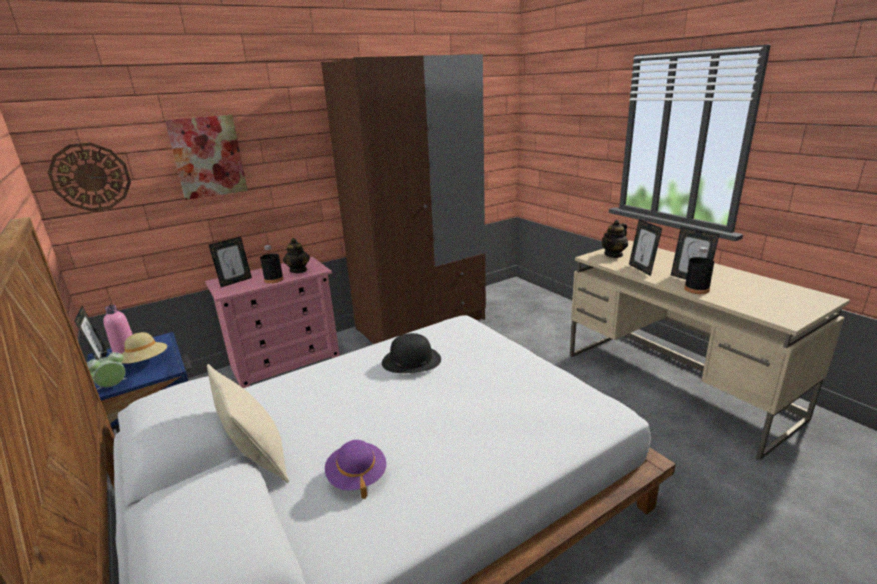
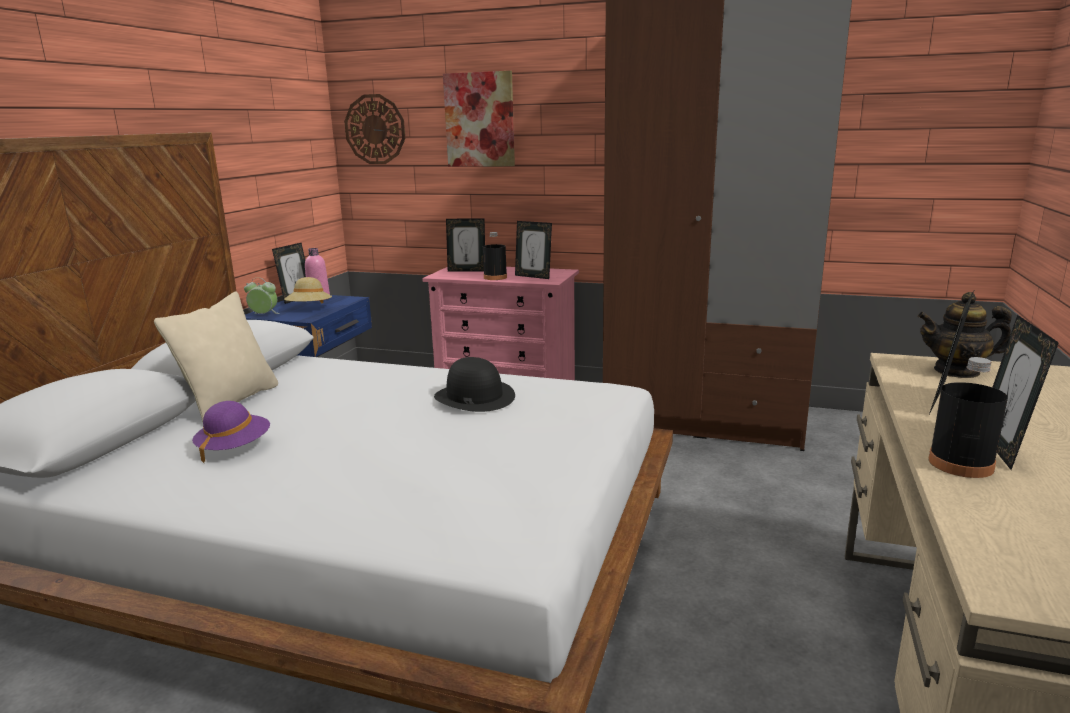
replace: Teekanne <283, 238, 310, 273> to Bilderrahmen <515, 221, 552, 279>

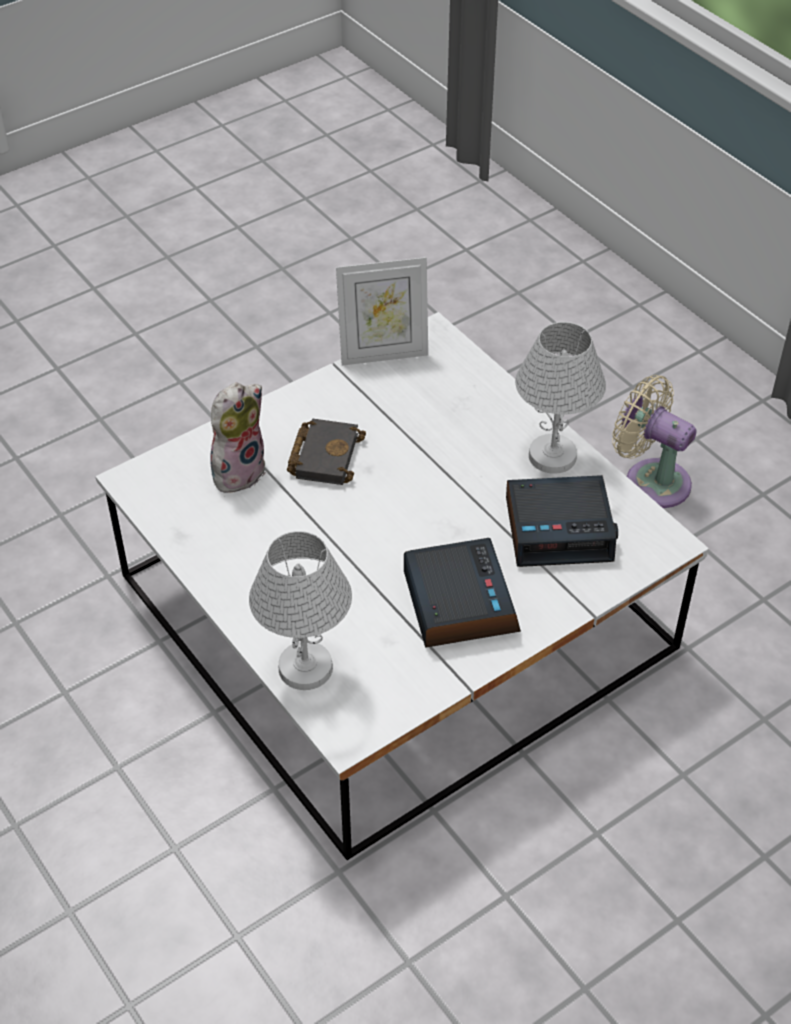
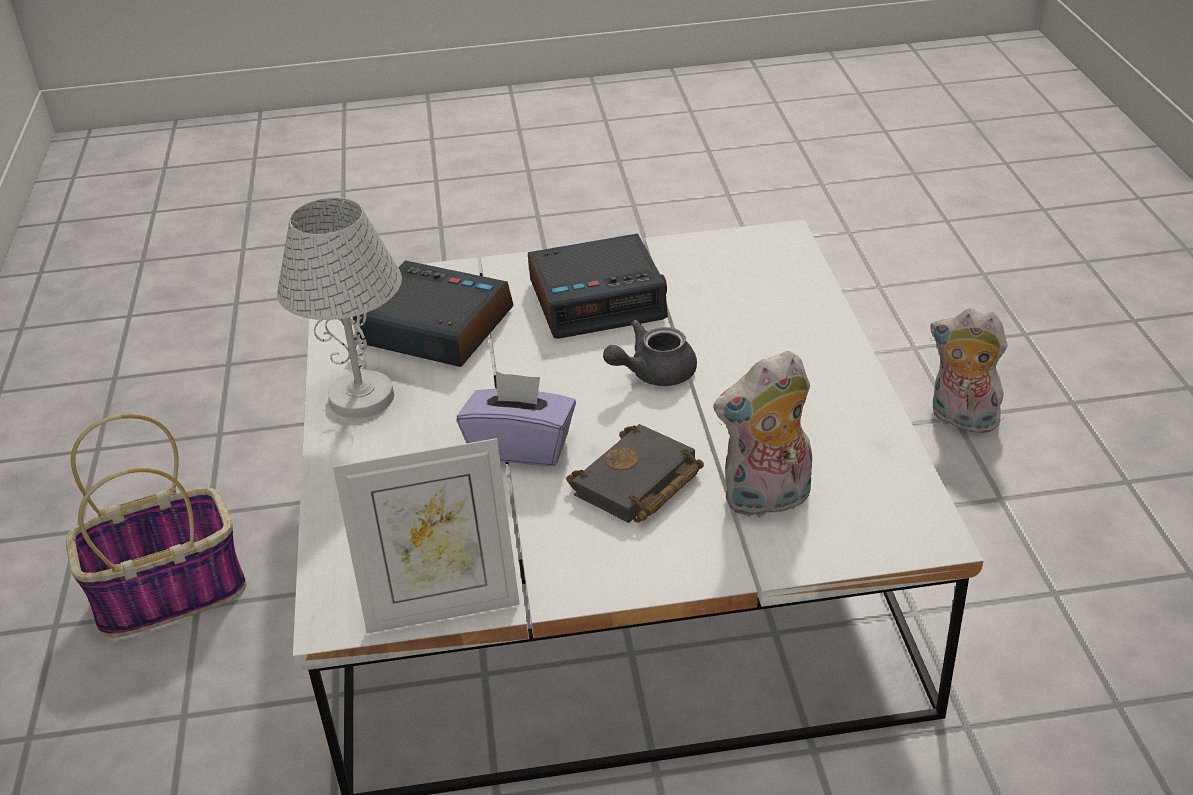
delete: Tischlampe [weiß] <249, 531, 352, 690>
insert: Taschentuchbox [lila] <457, 371, 576, 466>; Teekanne [grau] <603, 320, 697, 386>; Plüschtier <930, 308, 1008, 436>
replace: Ventilator [beige] <612, 375, 696, 508> to Korb <66, 414, 246, 638>
rotate: Bilderrahmen <336, 257, 428, 366> = <333, 438, 520, 633> 150 degrees clockwise; Wecker <404, 538, 521, 648> = <528, 234, 668, 339> 120 degrees counterclockwise

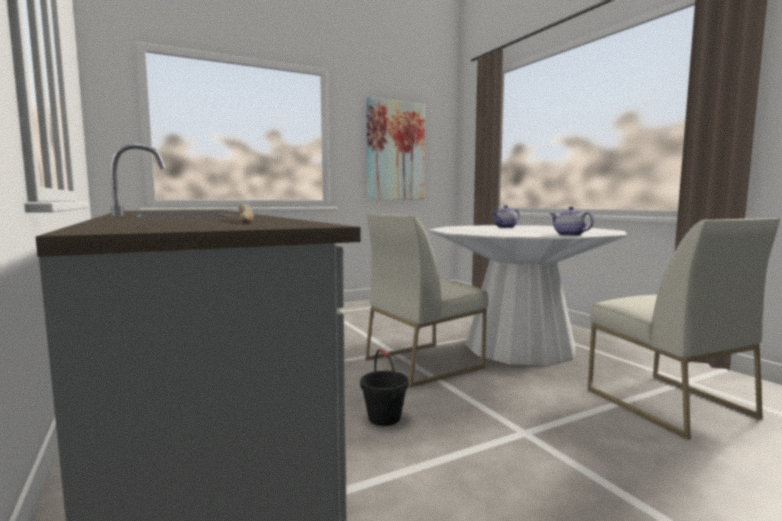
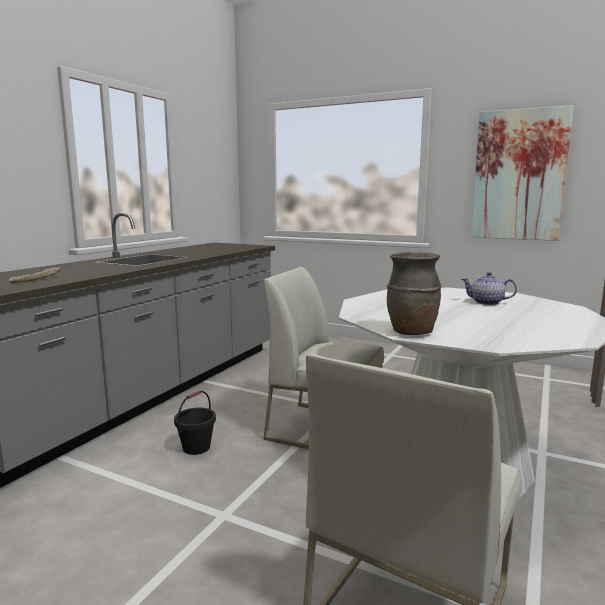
replace: Teekanne <550, 206, 594, 236> to Vase [braun] <387, 252, 441, 335>

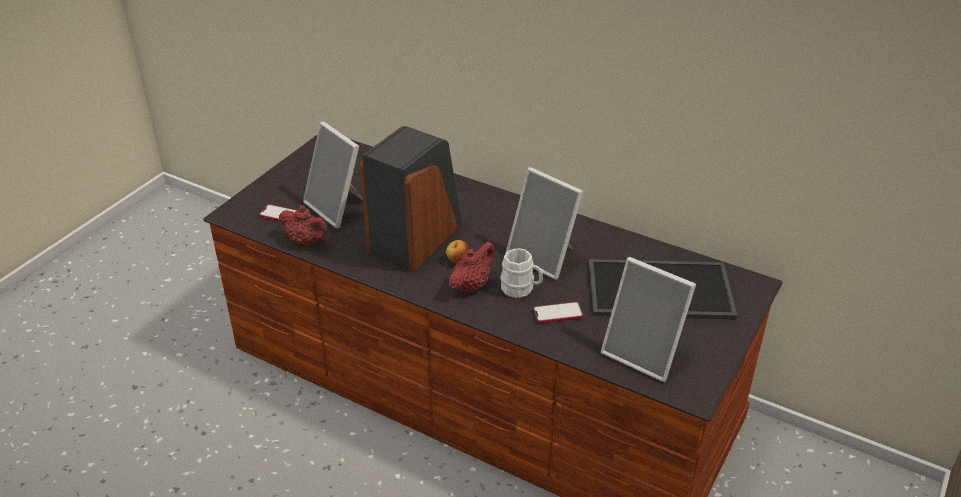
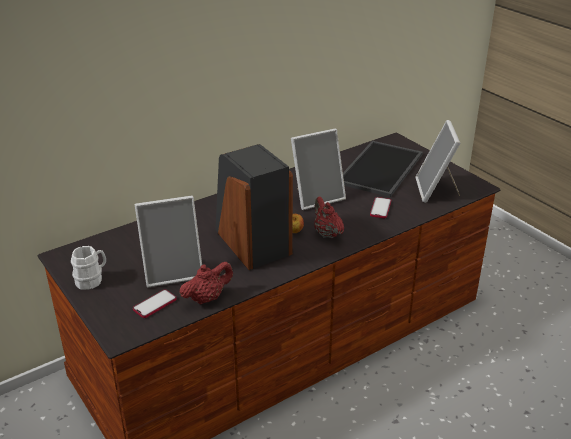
move: Henkelbecher [weiß] <500, 248, 543, 298> to <71, 246, 106, 290>
rotate: Bilderrahmen <601, 257, 696, 382> = <415, 120, 460, 203> 120 degrees clockwise

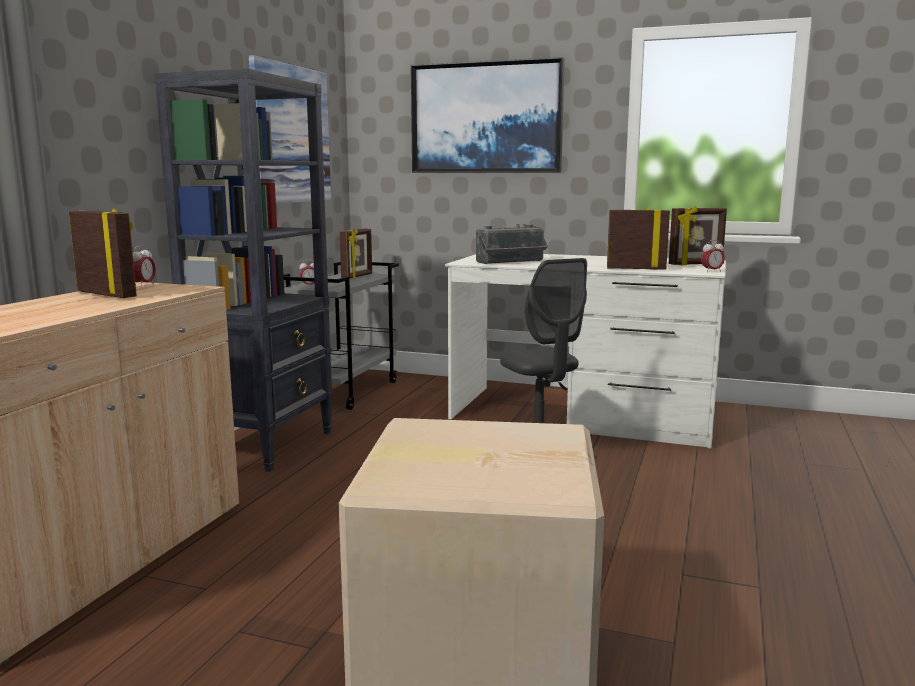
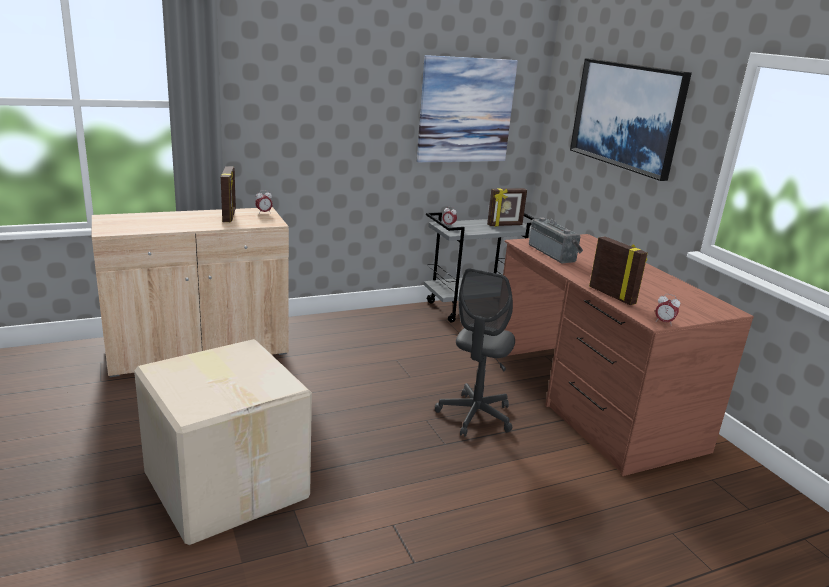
delete: Bücherregal [schwarz] <155, 68, 333, 472>; Bilderrahmen <669, 206, 727, 265>
recolor: Schreibtisch [weiß] <445, 254, 726, 449> to Schreibtisch [braun] <503, 234, 754, 476>
rotate: Radio <476, 224, 548, 264> = <529, 217, 583, 263> 135 degrees counterclockwise

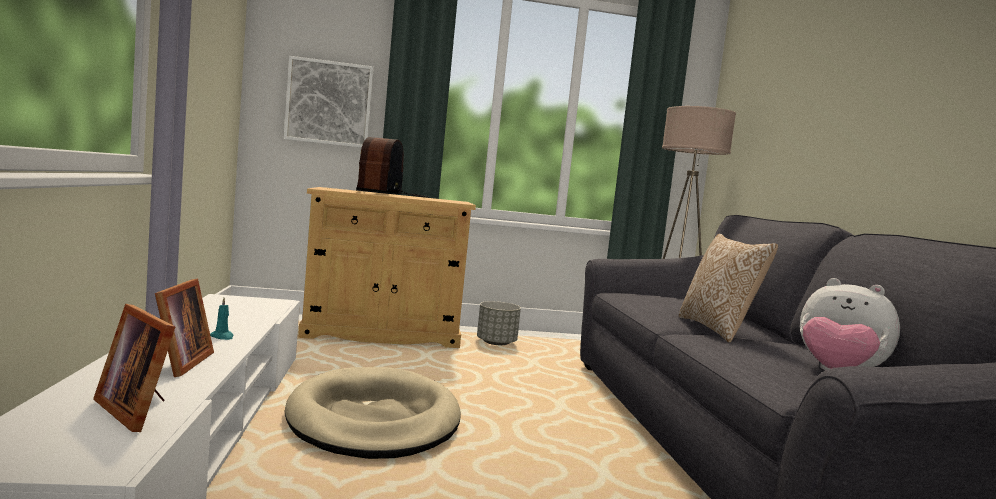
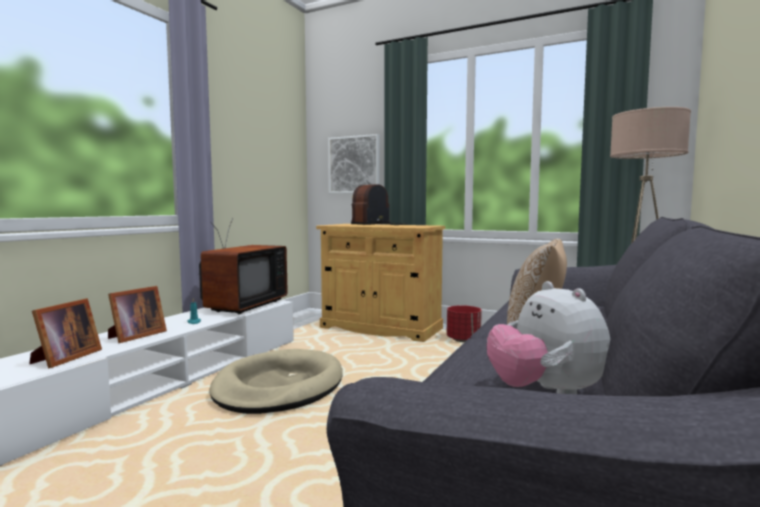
insert: Fernseher <199, 218, 288, 314>
recolor: Pflanzkübel [grau] <477, 301, 521, 345> to Pflanzkübel [rot] <447, 305, 482, 342>
rotate: Bilderrahmen <93, 304, 175, 432> = <29, 298, 102, 368> 150 degrees counterclockwise

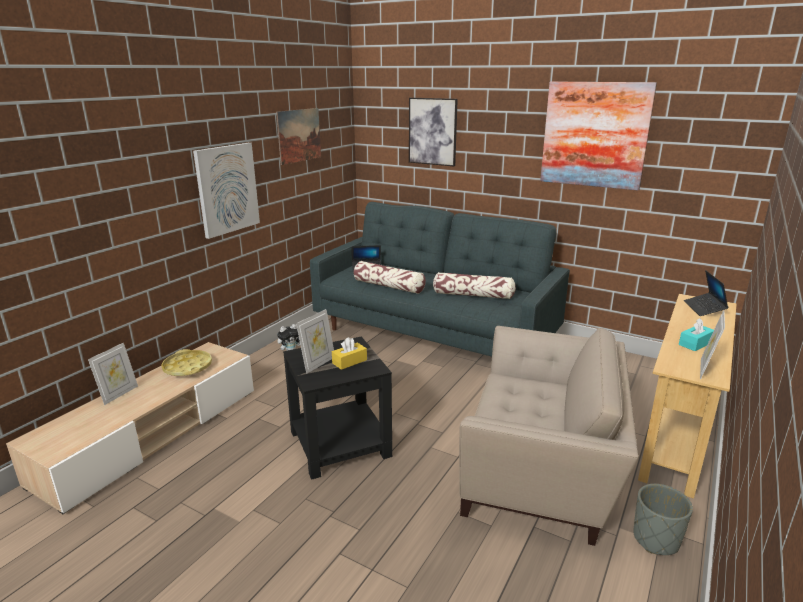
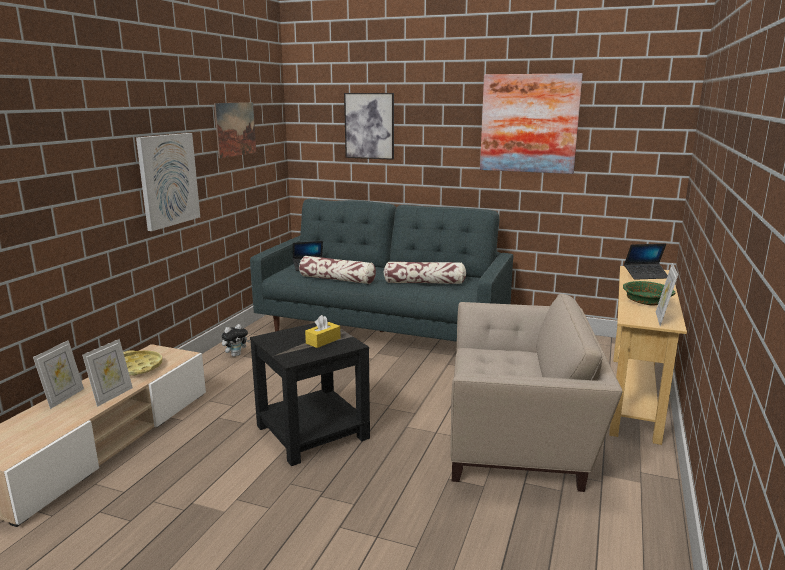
delete: Pflanzkübel [grau] <633, 484, 693, 555>
move: Bilderrahmen <296, 309, 334, 374> to <82, 339, 133, 407>
replace: Taschentuchbox [türkis] <679, 318, 714, 351> to Schüssel [grün] <623, 281, 675, 305>
rotate: Laptop <684, 270, 729, 316> = <624, 244, 668, 280> 90 degrees counterclockwise

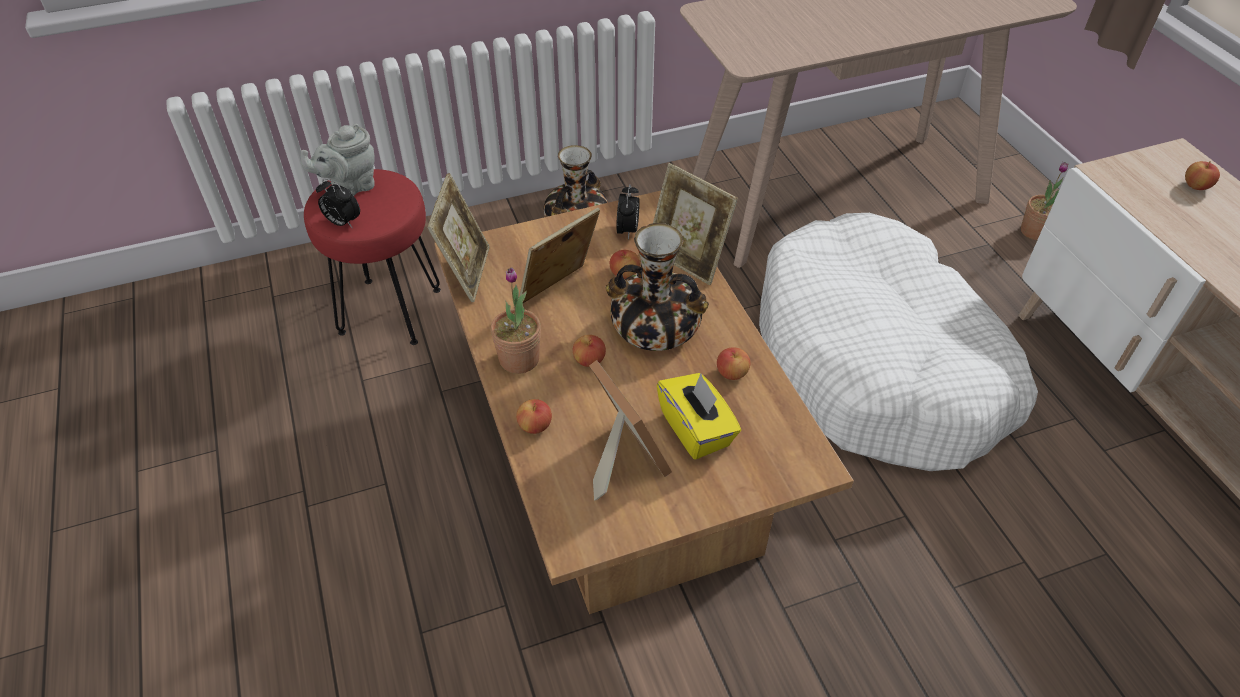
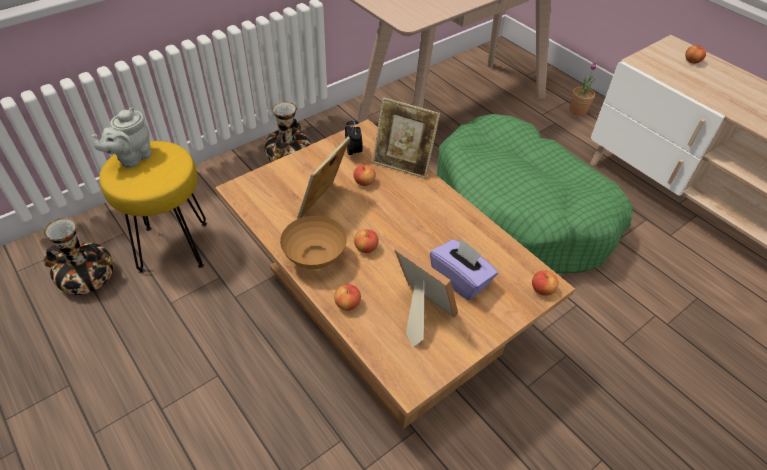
delete: Wecker <316, 178, 360, 227>; Bilderrahmen <427, 173, 490, 302>
move: Vase <605, 223, 709, 351> to <43, 218, 114, 295>; Apfel <717, 347, 750, 380> to <532, 270, 559, 296>
replace: Topfpflanze <491, 267, 541, 374> to Schüssel [braun] <280, 216, 347, 270>
recolor: Hocker [rot] <304, 169, 441, 345> to Hocker [gelb] <99, 141, 207, 273>; Taschentuchbox [gelb] <657, 373, 741, 460> to Taschentuchbox [lila] <430, 239, 498, 300>; Hundebett [weiß] <759, 213, 1038, 471> to Hundebett [grün] <437, 114, 632, 274>

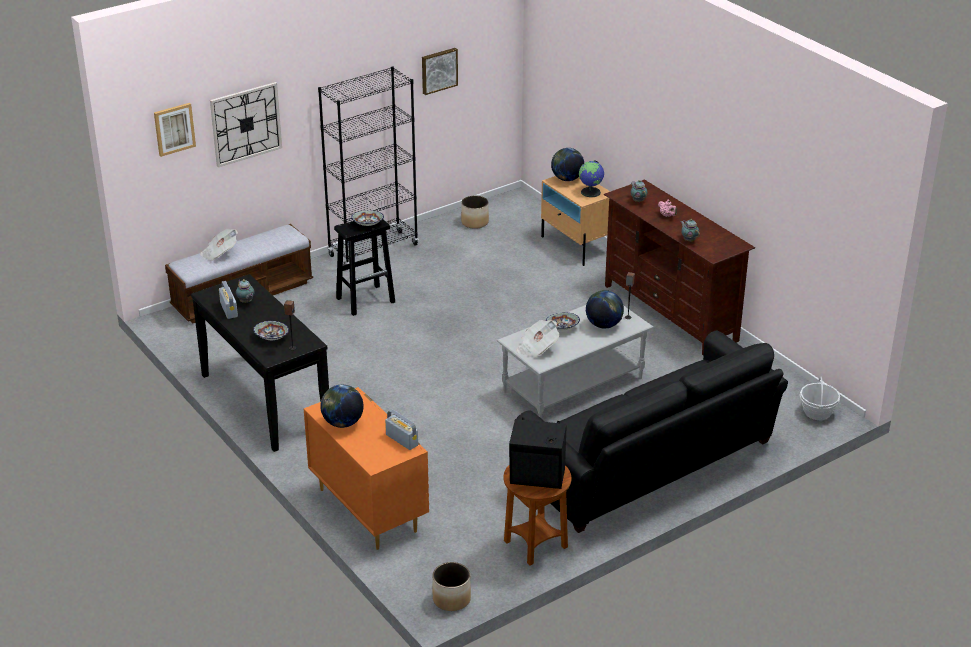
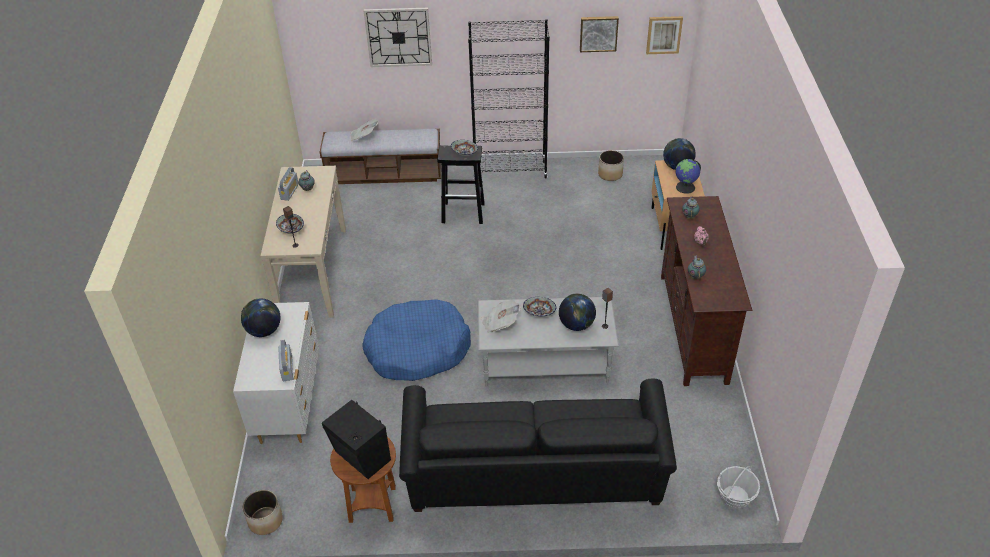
insert: Hundebett [blau] <363, 299, 471, 381>
move: Bild <154, 103, 196, 157> to <646, 16, 683, 54>
recolor: Konsolentisch [schwarz] <191, 274, 329, 452> to Konsolentisch [beige] <260, 166, 346, 318>; Kommode [orange] <304, 387, 429, 550> to Kommode [weiß] <233, 302, 319, 444>

